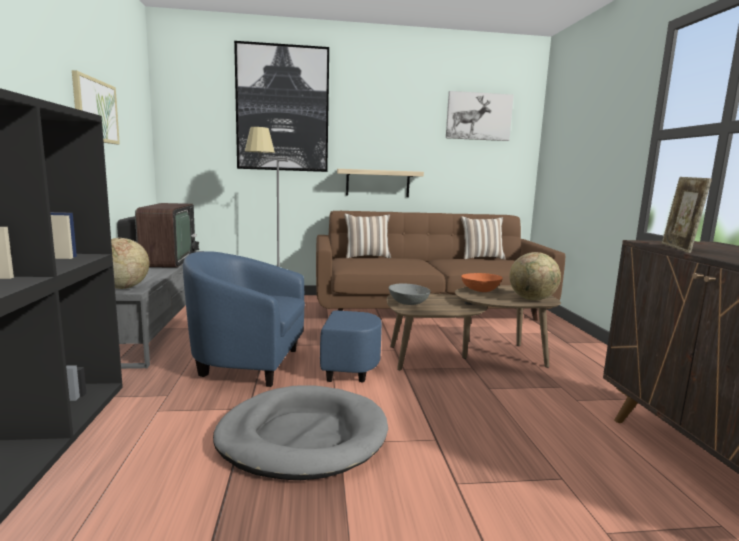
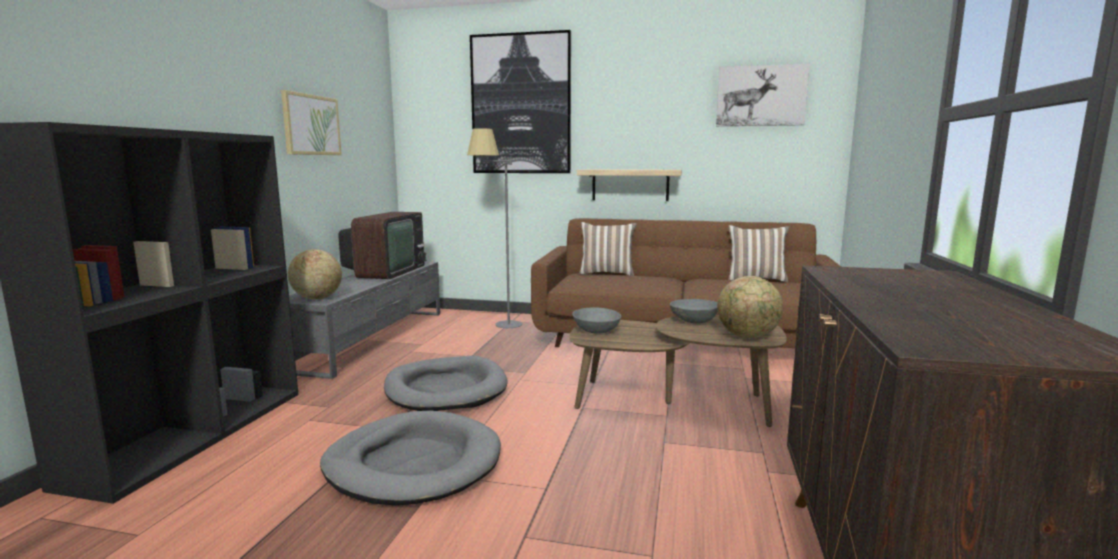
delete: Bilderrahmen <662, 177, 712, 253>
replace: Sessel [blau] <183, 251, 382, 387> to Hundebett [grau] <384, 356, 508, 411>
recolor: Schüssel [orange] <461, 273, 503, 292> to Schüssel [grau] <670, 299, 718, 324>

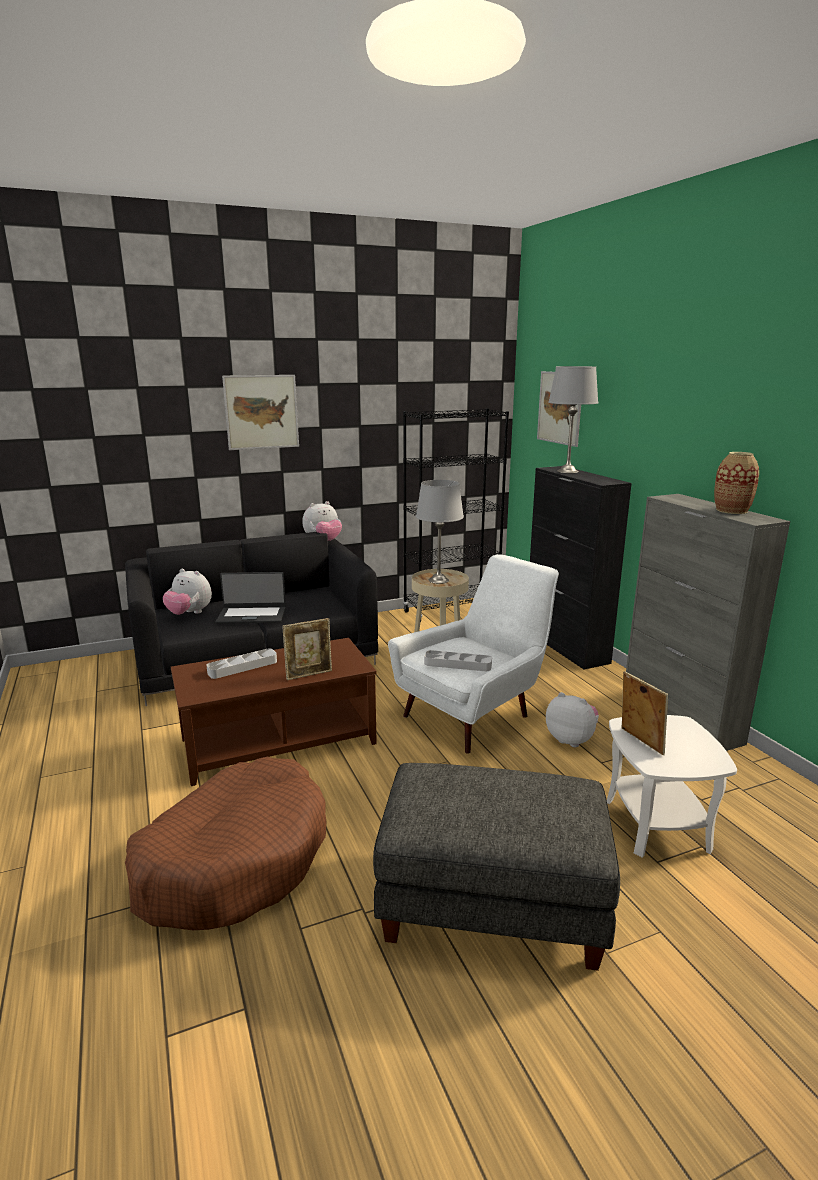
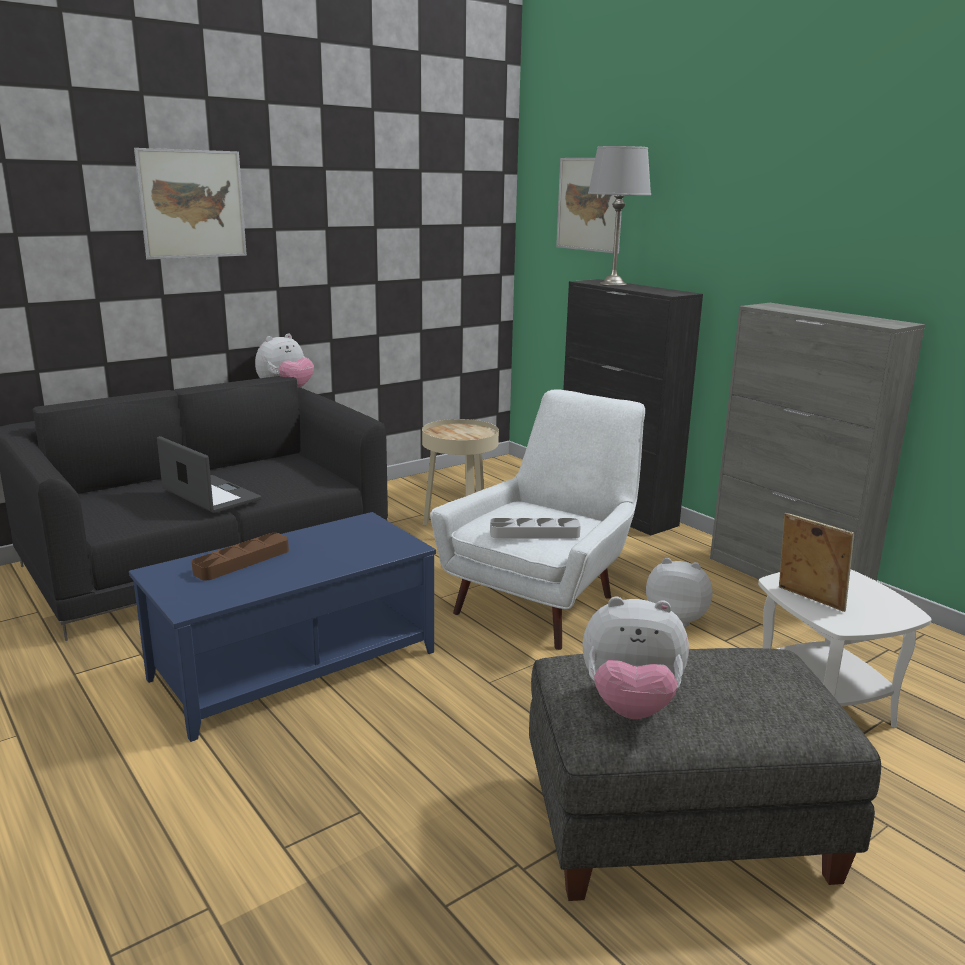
delete: Hundebett [braun] <125, 757, 326, 930>; Bilderrahmen <282, 618, 332, 680>; Bücherregal [schwarz] <403, 408, 509, 623>; Tischlampe [grau] <416, 480, 464, 584>; Vase <714, 452, 759, 514>
move: Plüschtier <163, 569, 212, 615> to <583, 597, 689, 719>
recolor: Couchtisch [braun] <171, 638, 377, 786> to Couchtisch [blau] <129, 512, 436, 742>; Tablett [grau] <207, 649, 277, 679> to Tablett [braun] <192, 533, 289, 580>
rotate: Laptop <216, 572, 286, 624> = <157, 436, 262, 513> 120 degrees counterclockwise

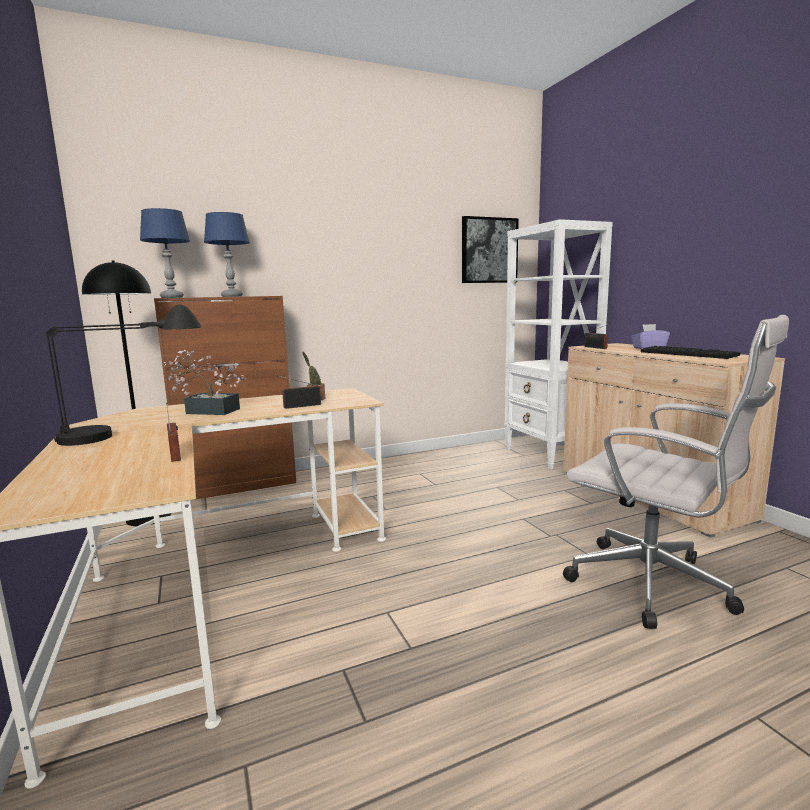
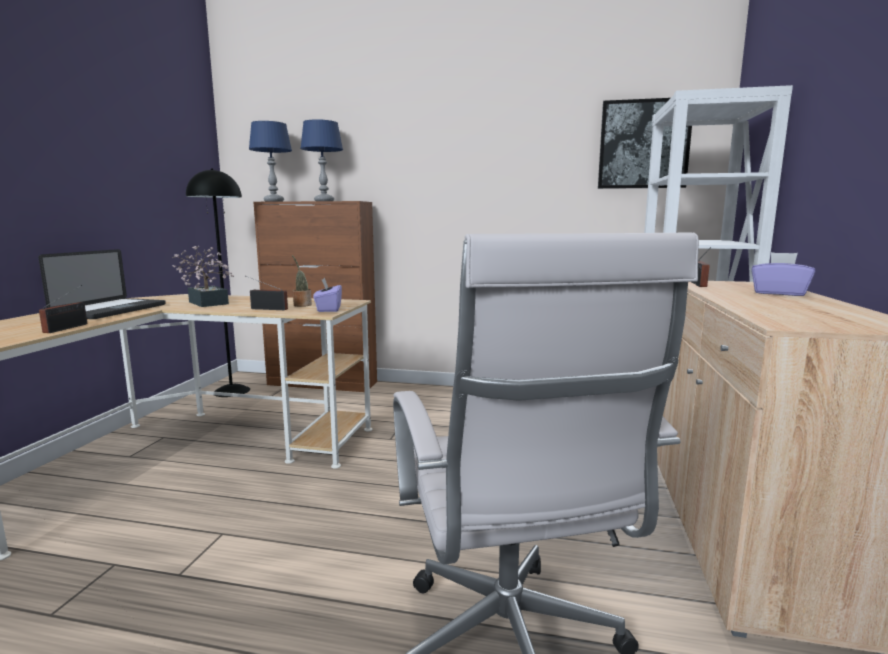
delete: Tastatur <641, 346, 741, 359>
insert: Taschentuchbox [lila] <313, 278, 342, 312>
replace: Tischlampe [schwarz] <45, 304, 201, 446> to Laptop <38, 249, 166, 319>

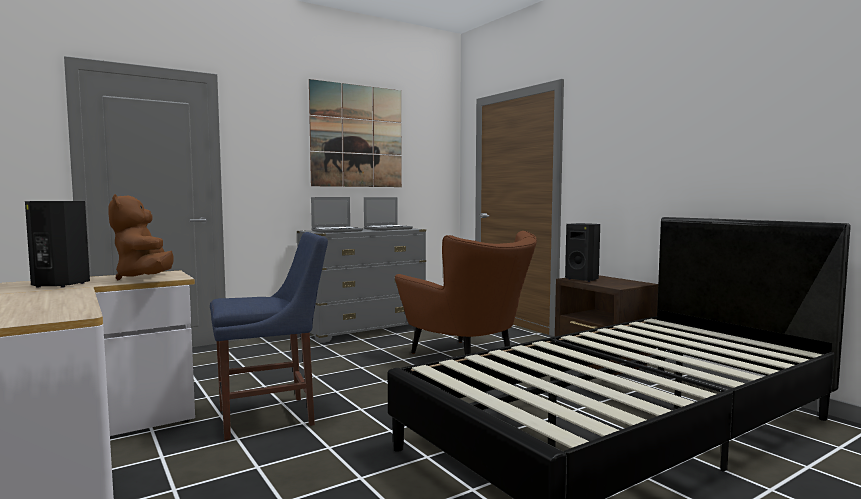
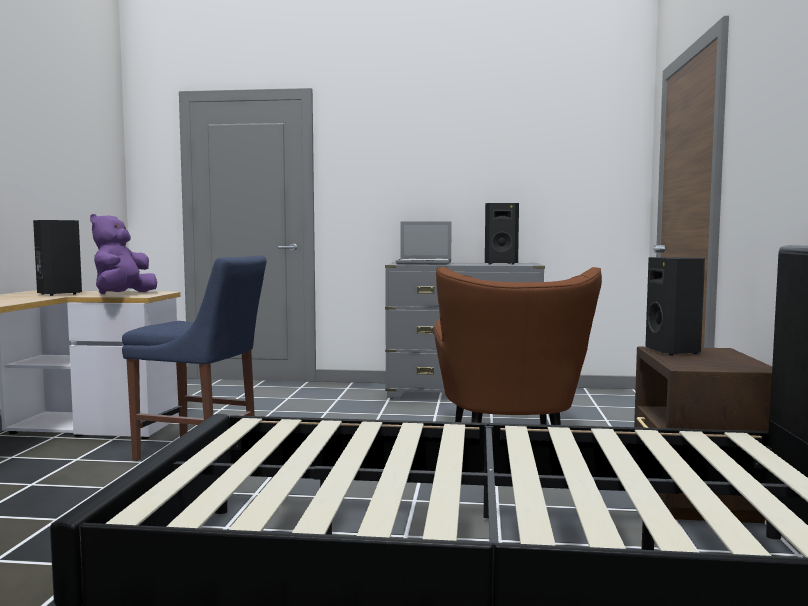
delete: Bild <309, 79, 402, 187>
replace: Laptop <364, 197, 413, 231> to Lautsprecher [schwarz] <485, 203, 519, 265>
recolor: Plüschtier [braun] <108, 194, 174, 280> to Plüschtier [lila] <90, 214, 157, 294>

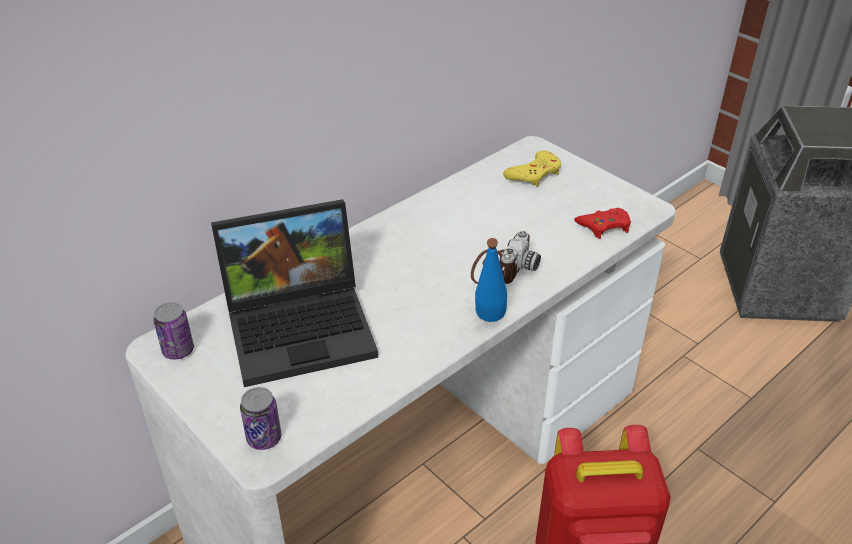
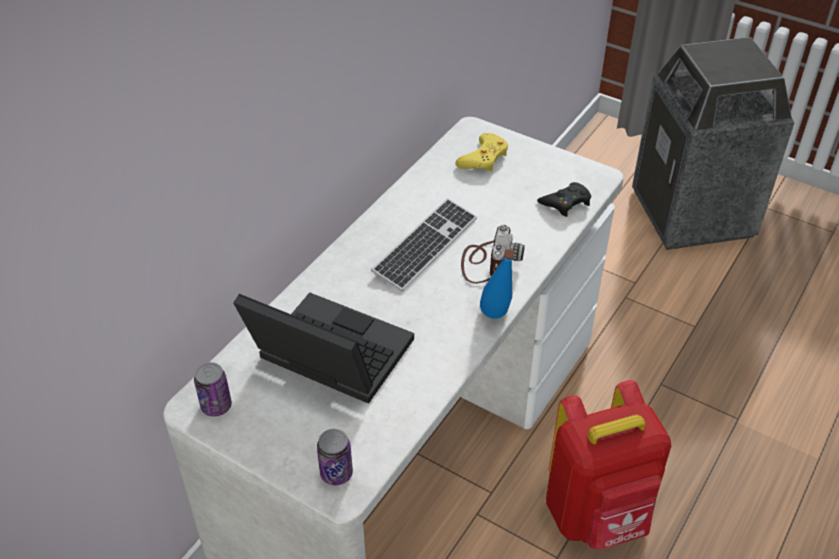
insert: Tastatur <371, 198, 477, 291>
recolor: Gamepad [rot] <574, 208, 631, 239> to Gamepad [schwarz] <537, 182, 591, 217>
rotate: Laptop <211, 199, 378, 387> = <233, 292, 414, 404> 120 degrees counterclockwise

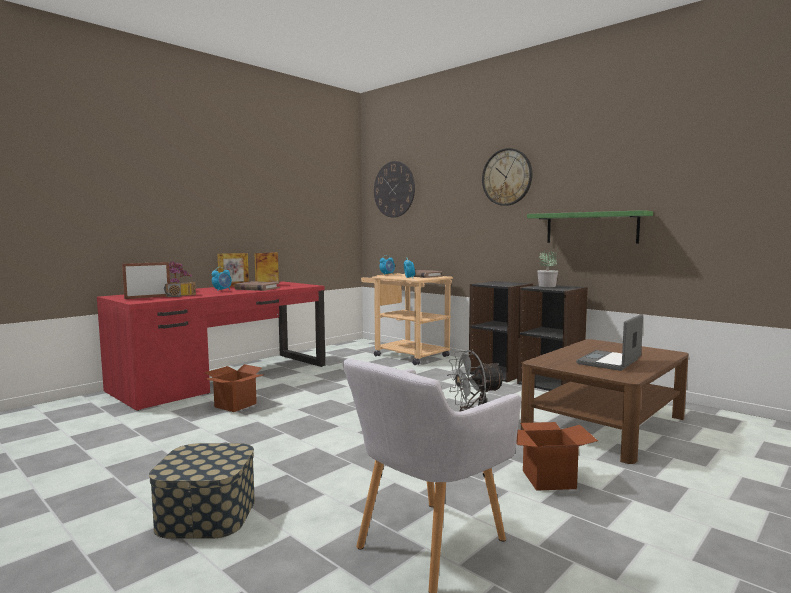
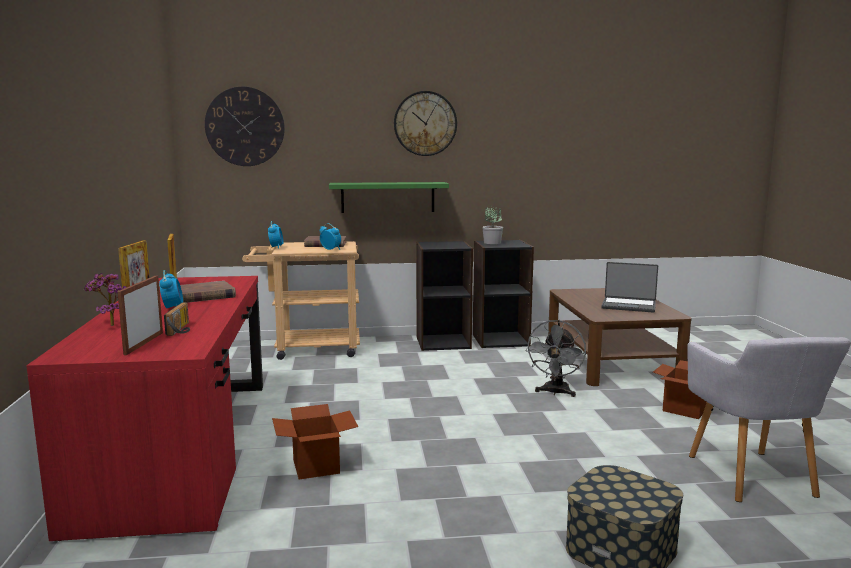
move: Wandregal [grün] <527, 210, 653, 244> to <329, 182, 449, 213>
rotate: Laptop <576, 314, 643, 371> = <601, 262, 658, 313> 60 degrees counterclockwise

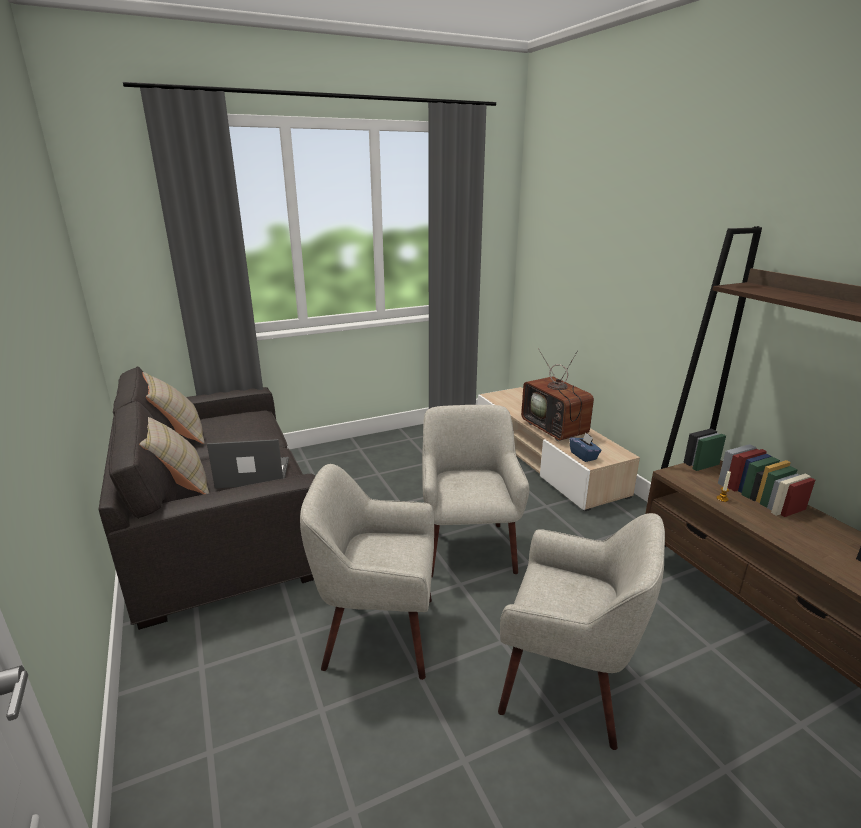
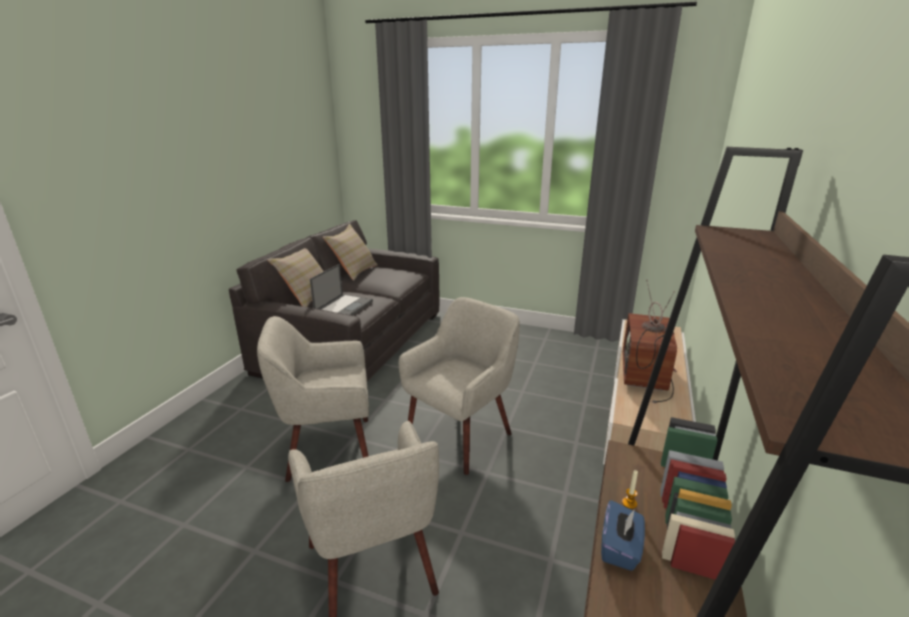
move: Taschentuchbox [blau] <569, 433, 601, 462> to <601, 500, 645, 571>
rotate: Laptop <207, 439, 289, 489> = <310, 264, 373, 315> 75 degrees clockwise; Sessel [beige] <300, 464, 434, 680> = <257, 316, 369, 482> 60 degrees counterclockwise

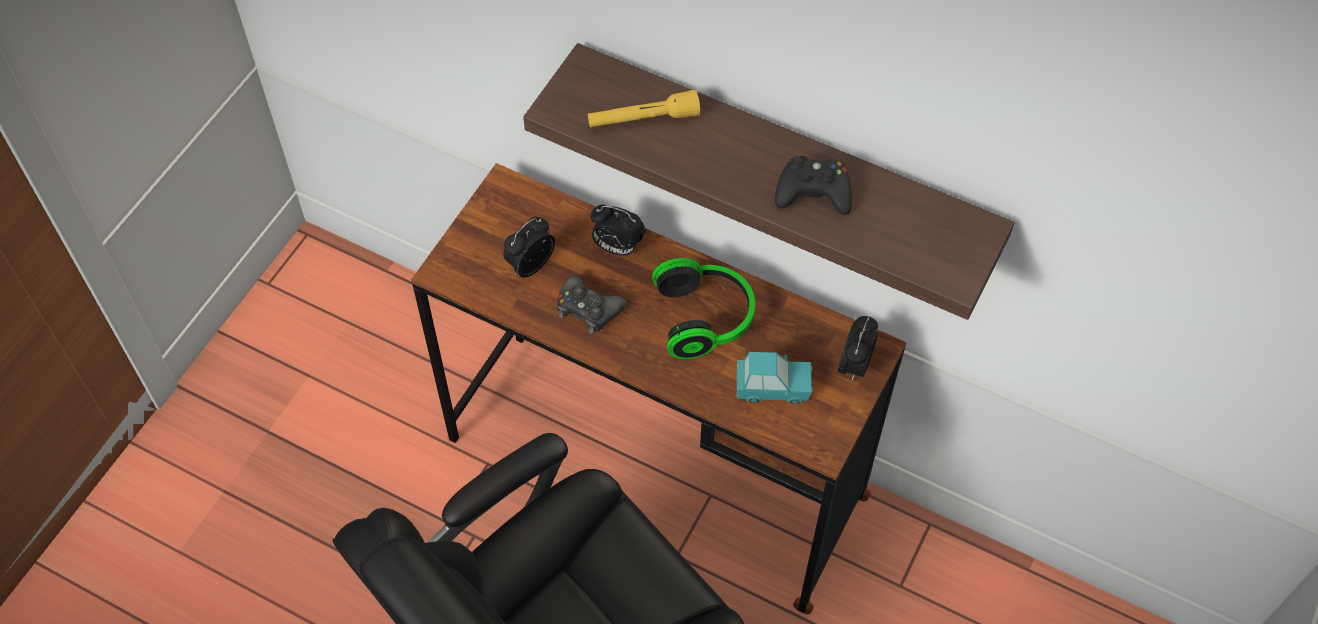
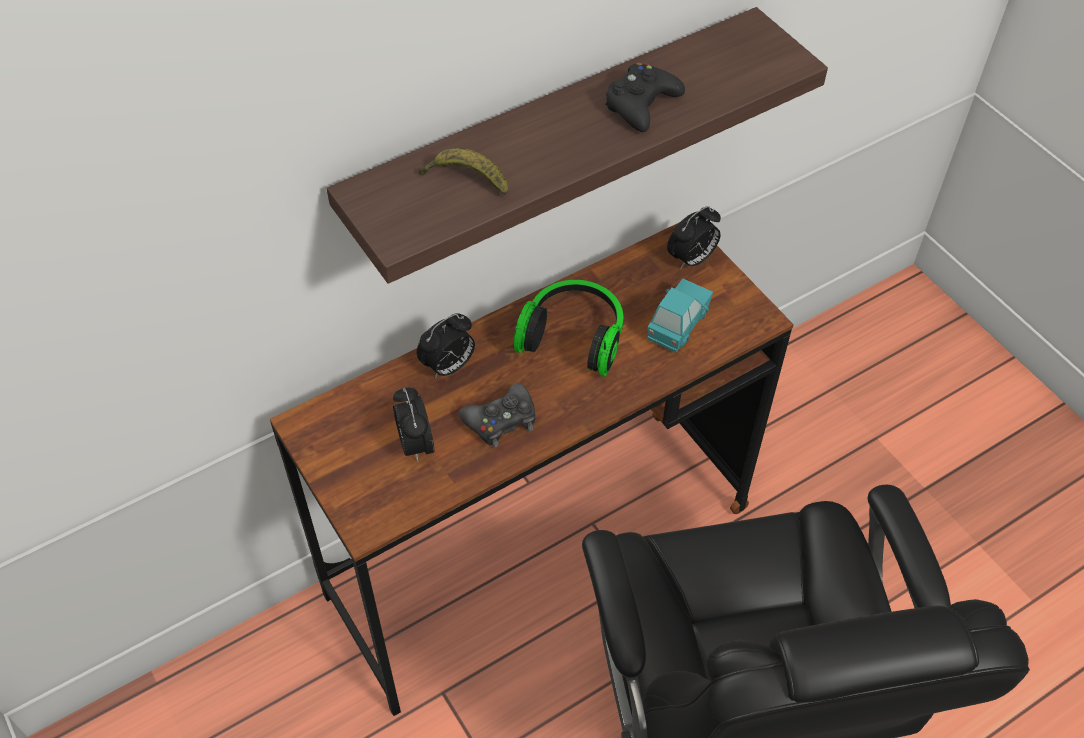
replace: Taschenlampe [gelb] <588, 90, 700, 127> to Banane <418, 148, 508, 195>
rotate: Wecker <838, 316, 878, 381> = <667, 206, 721, 270> 90 degrees clockwise

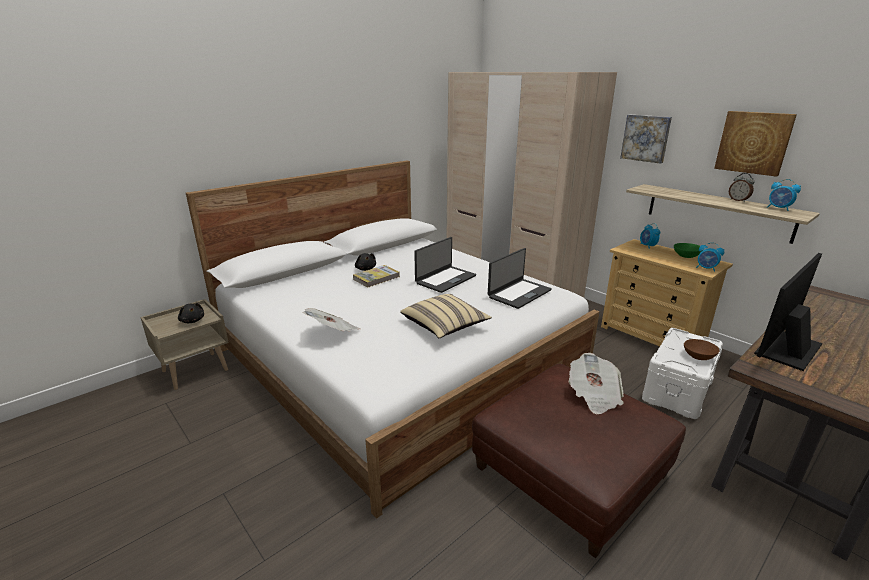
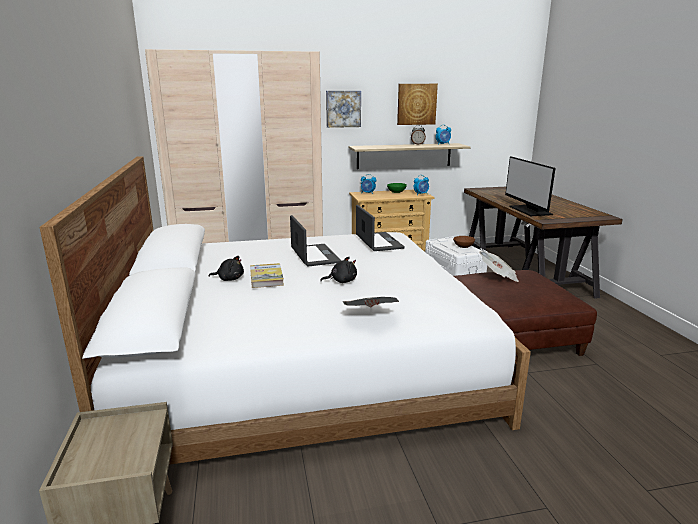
delete: Kissen [beige] <400, 294, 492, 338>
move: Plüschtier [schwarz] <178, 303, 204, 323> to <320, 257, 357, 283>

